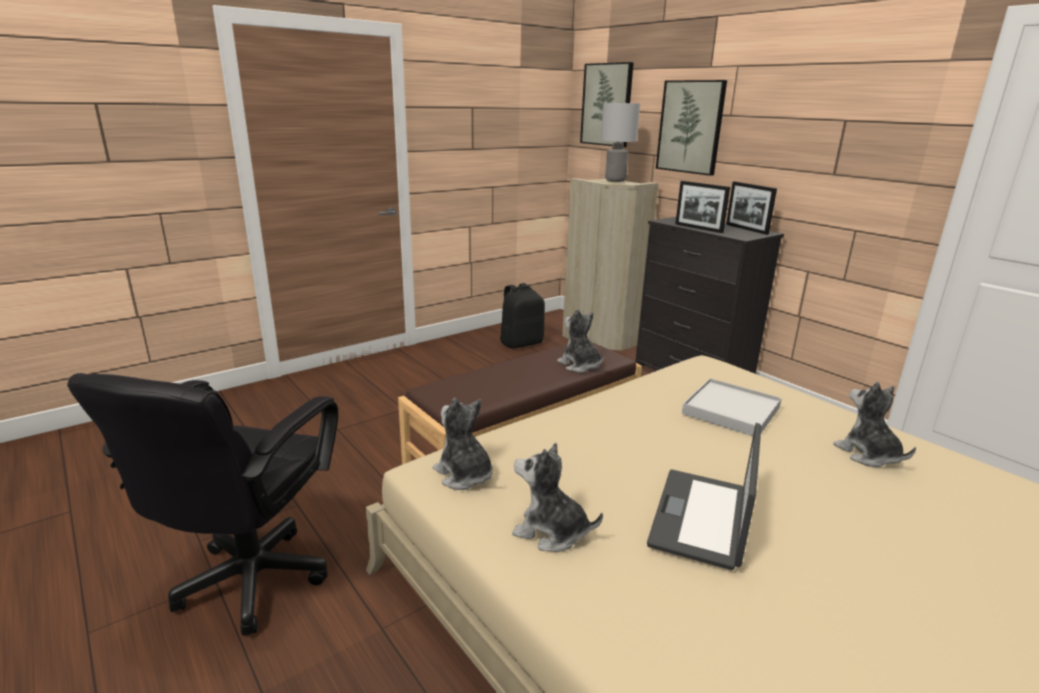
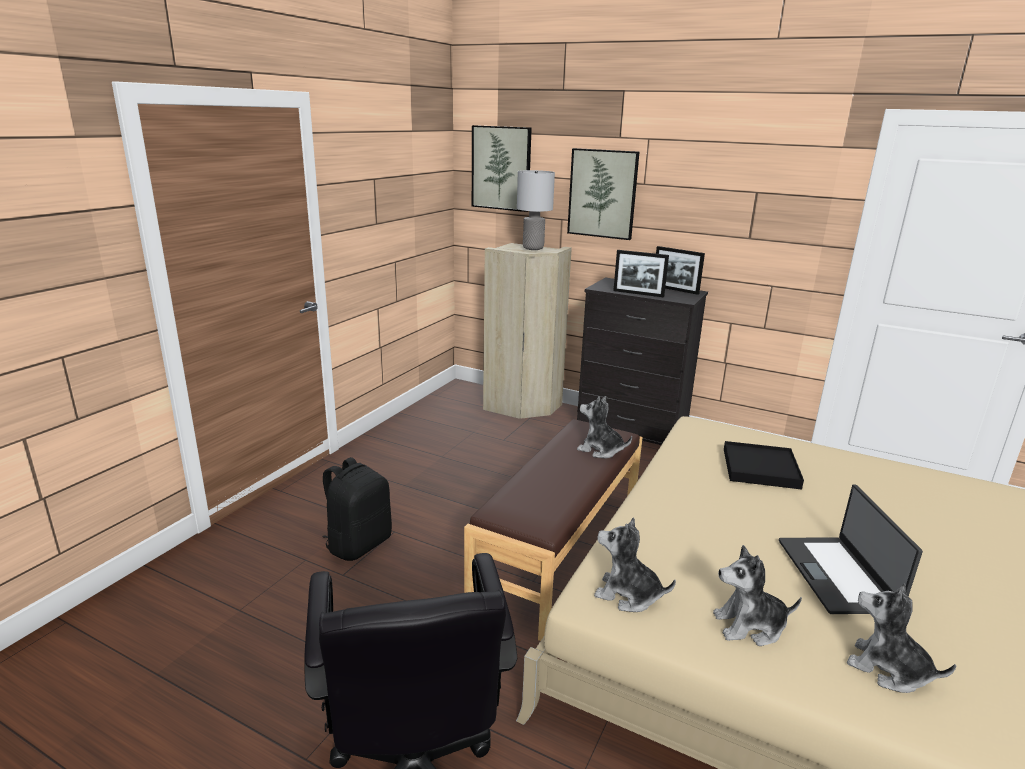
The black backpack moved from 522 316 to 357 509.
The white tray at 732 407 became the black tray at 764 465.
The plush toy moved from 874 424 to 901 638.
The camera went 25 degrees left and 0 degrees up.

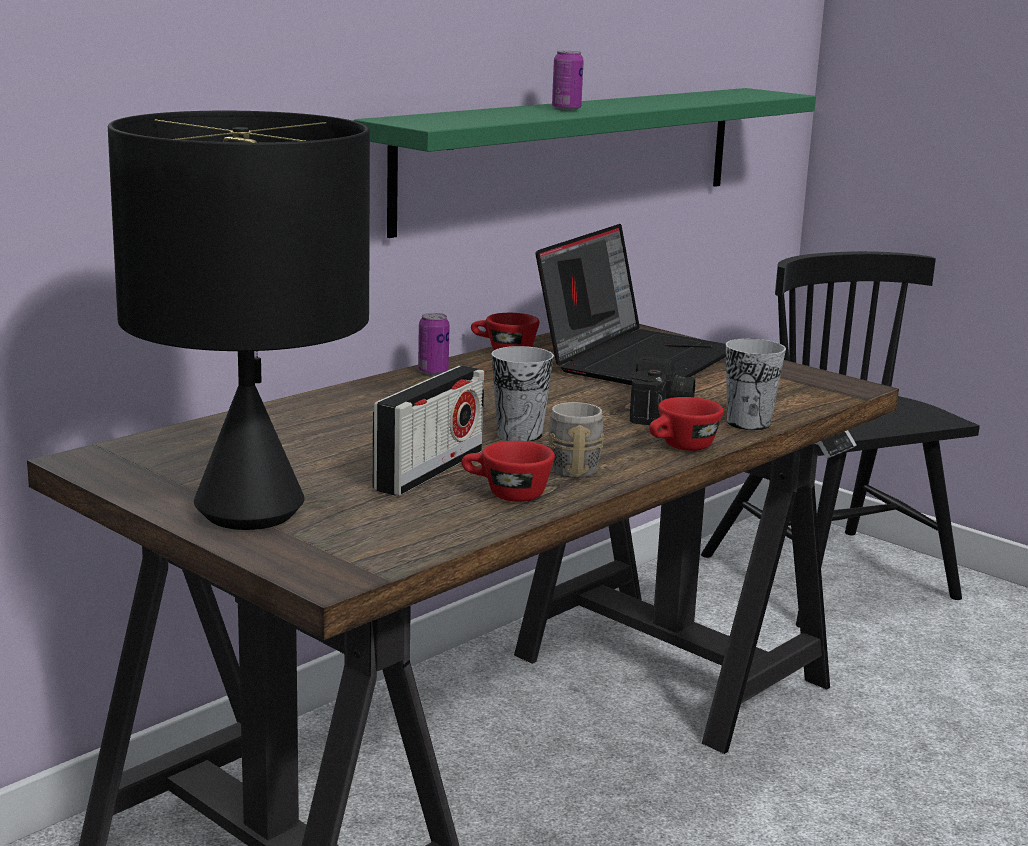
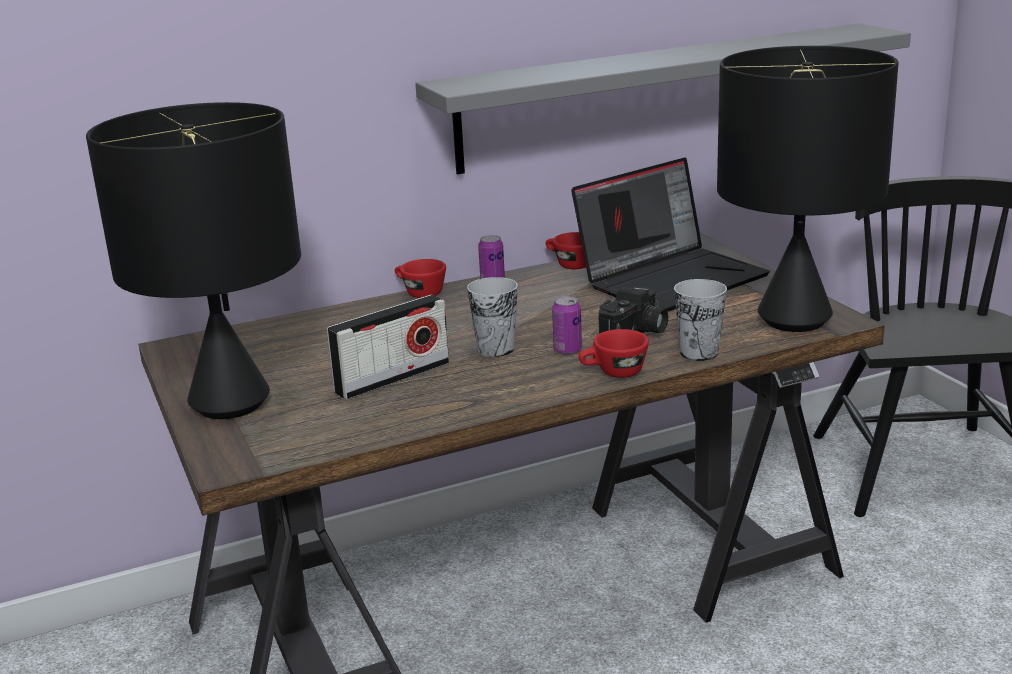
The can moved from 568 80 to 567 325.
The green shelf at 585 163 became the grey shelf at 663 99.
The grey mug at 576 440 disappeared.
The red cup moved from 508 471 to 420 278.
The black table lamp at 808 189 appeared.
The camera went 25 degrees right and 5 degrees up.

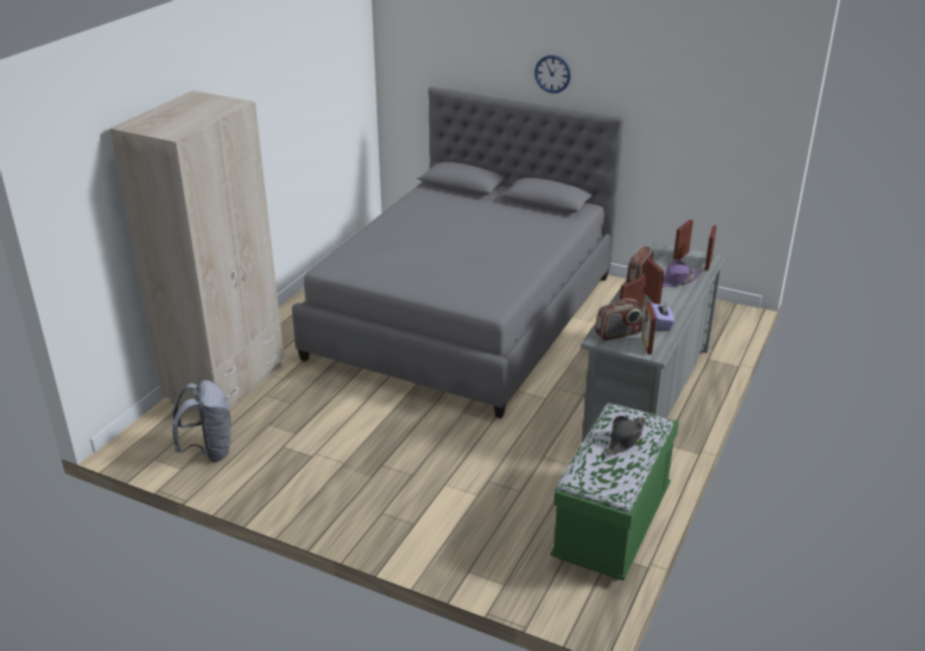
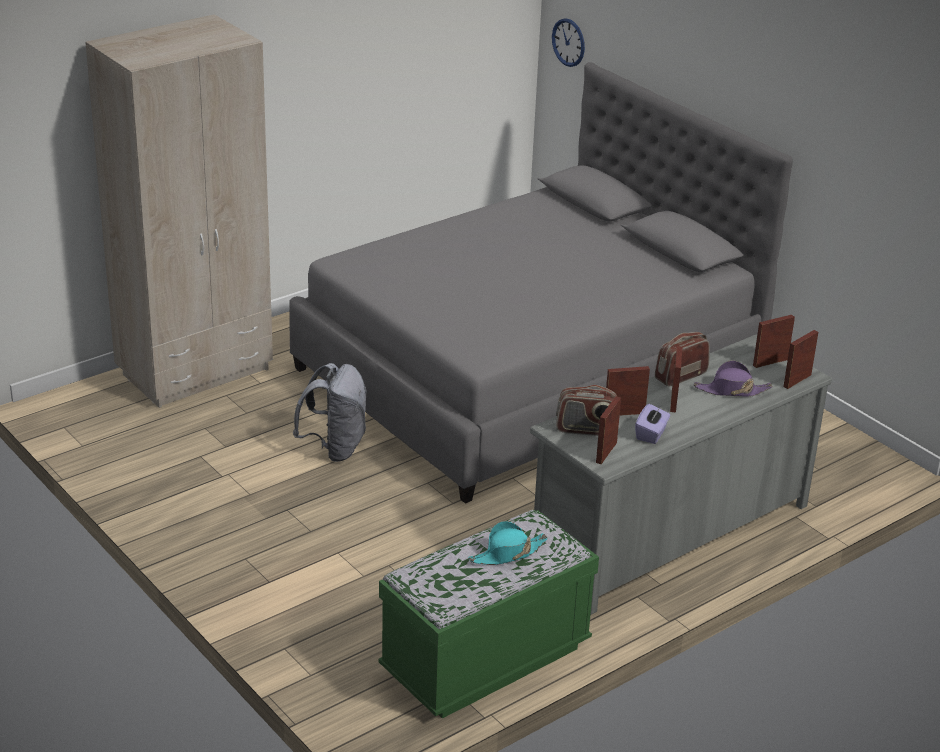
The wall clock moved from 553 74 to 568 42.
The grey backpack moved from 201 421 to 330 412.
The black hat at 626 435 became the turquoise hat at 508 543.
The camera went 25 degrees right and 0 degrees up.

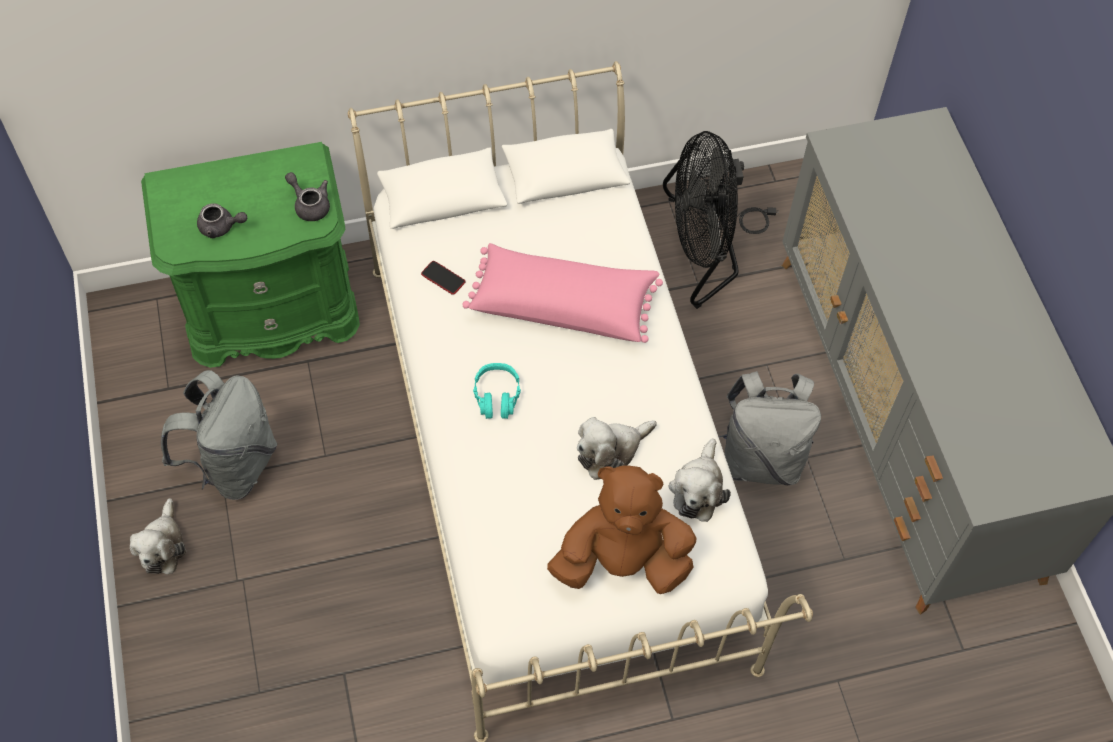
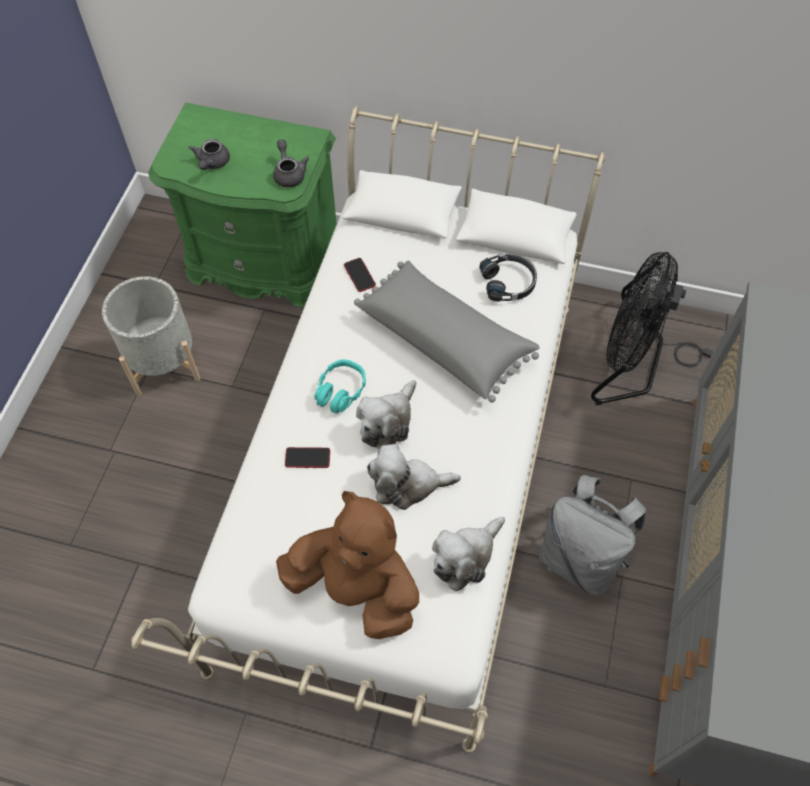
The grey teapot at 222 220 turned 60 degrees clockwise.
The pink pillow at 562 293 became the grey pillow at 447 331.
The grey backpack at 219 435 was replaced by the grey planter at 151 336.
The plush toy moved from 158 536 to 386 415.
The black headphones at 508 278 appeared.
The phone at 307 457 appeared.
The camera went 30 degrees right and 0 degrees up.

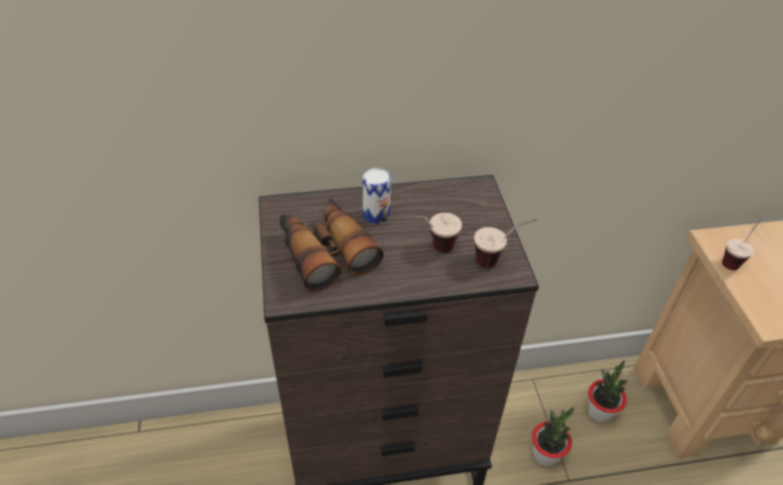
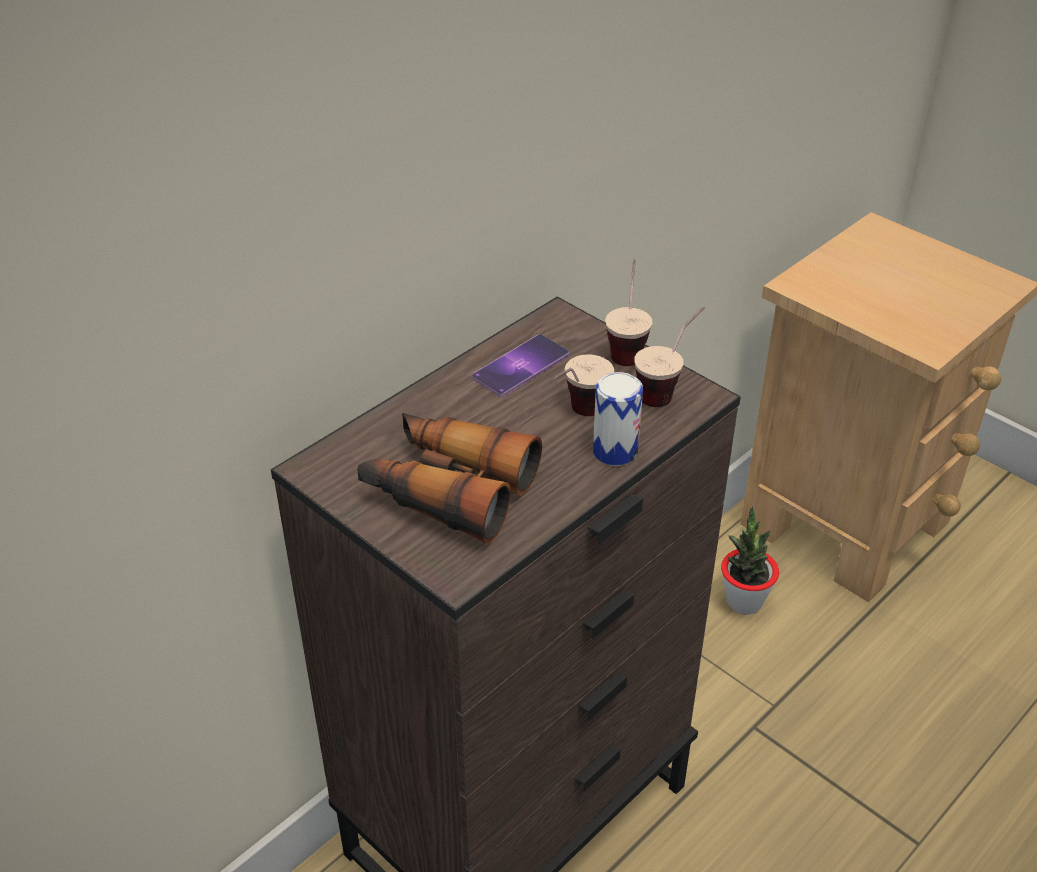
The can moved from 377 196 to 618 419.
The cup moved from 742 244 to 628 312.
The potted plant at 553 436 disappeared.
The phone at 521 365 appeared.
The camera went 35 degrees left and 5 degrees down.

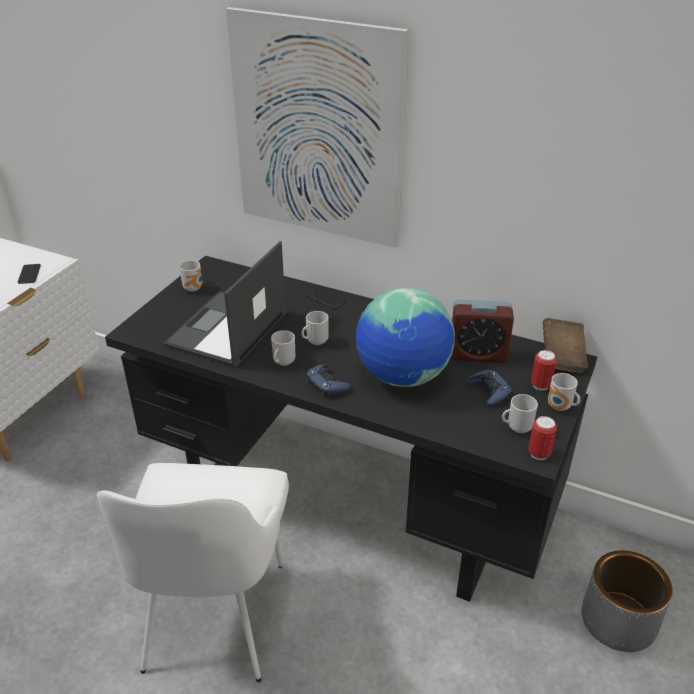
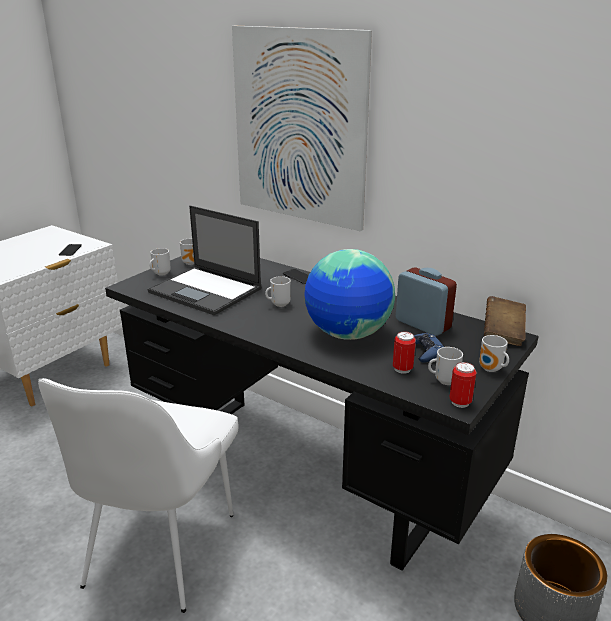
The laptop at 225 304 turned 90 degrees counterclockwise.
The alarm clock at 482 331 turned 150 degrees counterclockwise.
The mug moved from 283 348 to 160 262.
The can moved from 544 370 to 404 352.
The blue game controller at 328 381 disappeared.
The camera went 10 degrees right and 10 degrees down.

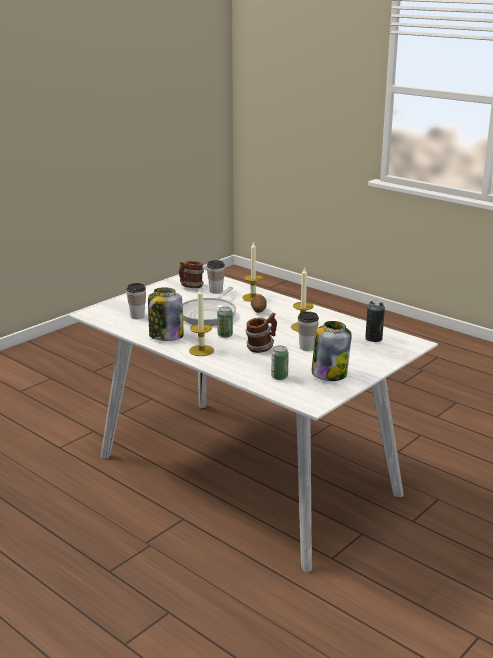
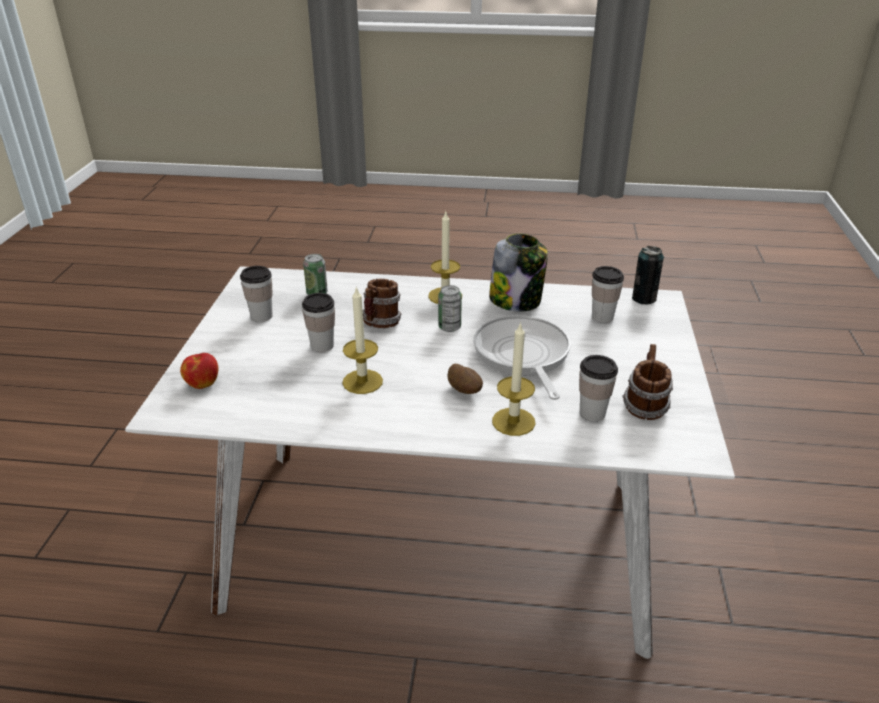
The can moved from 375 321 to 648 275.
The jar at 331 351 was replaced by the cup at 256 294.
The apple at 199 371 appeared.
The camera went 145 degrees right and 10 degrees up.

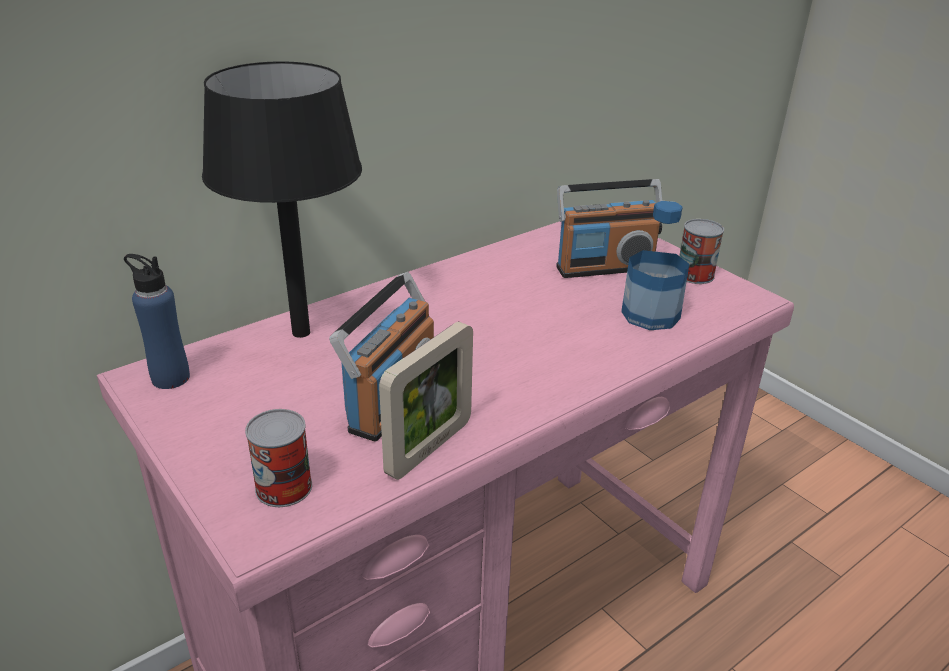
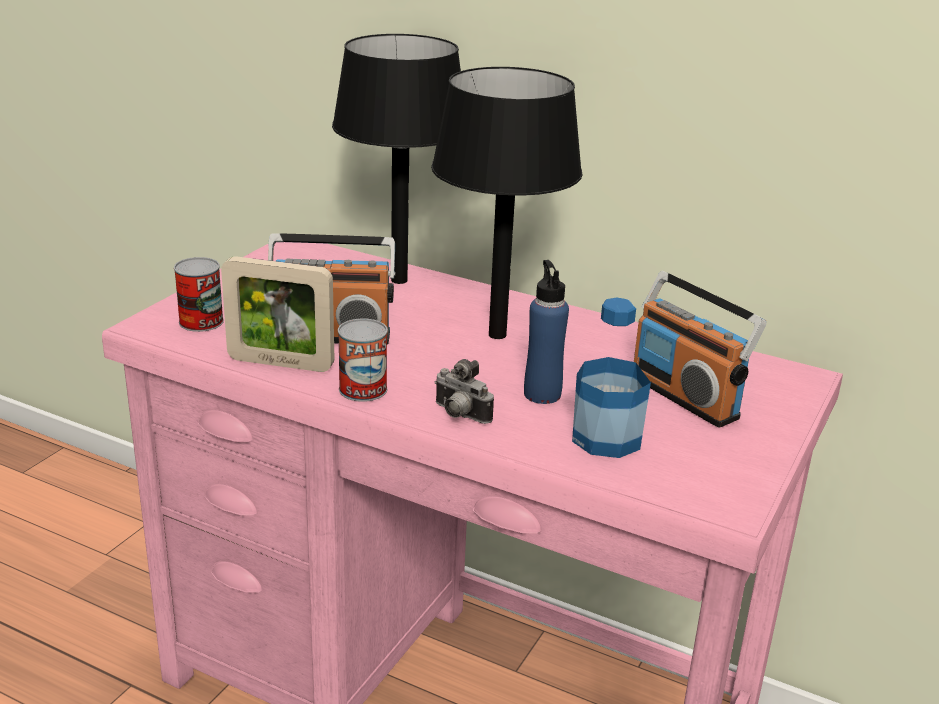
The can moved from 701 251 to 363 360.
The blue bottle moved from 157 321 to 546 332.
The black table lamp at 507 203 appeared.
The photo camera at 464 391 appeared.
The camera went 65 degrees right and 5 degrees down.

